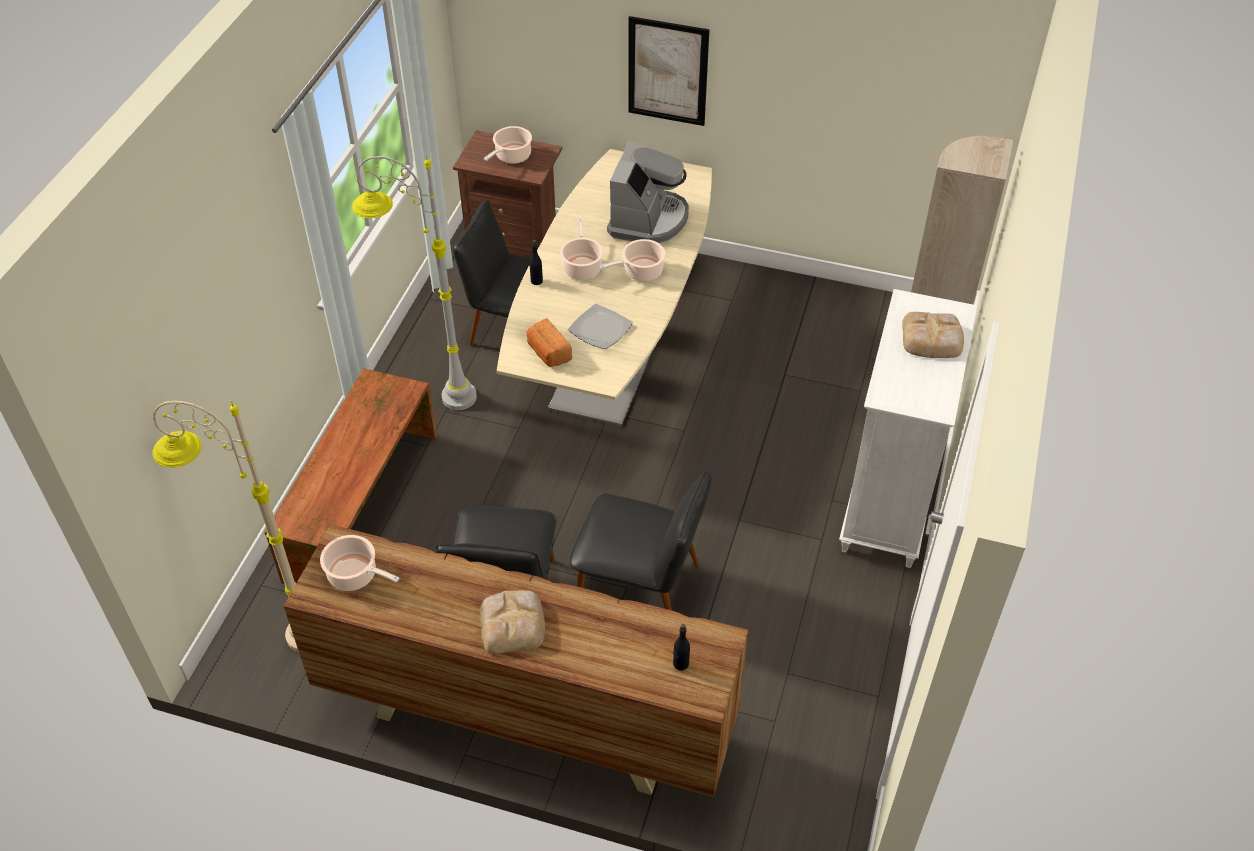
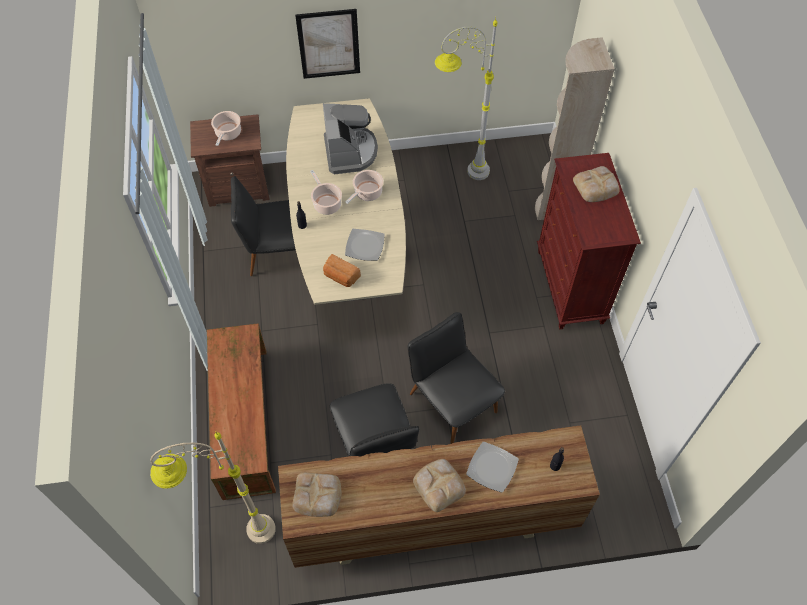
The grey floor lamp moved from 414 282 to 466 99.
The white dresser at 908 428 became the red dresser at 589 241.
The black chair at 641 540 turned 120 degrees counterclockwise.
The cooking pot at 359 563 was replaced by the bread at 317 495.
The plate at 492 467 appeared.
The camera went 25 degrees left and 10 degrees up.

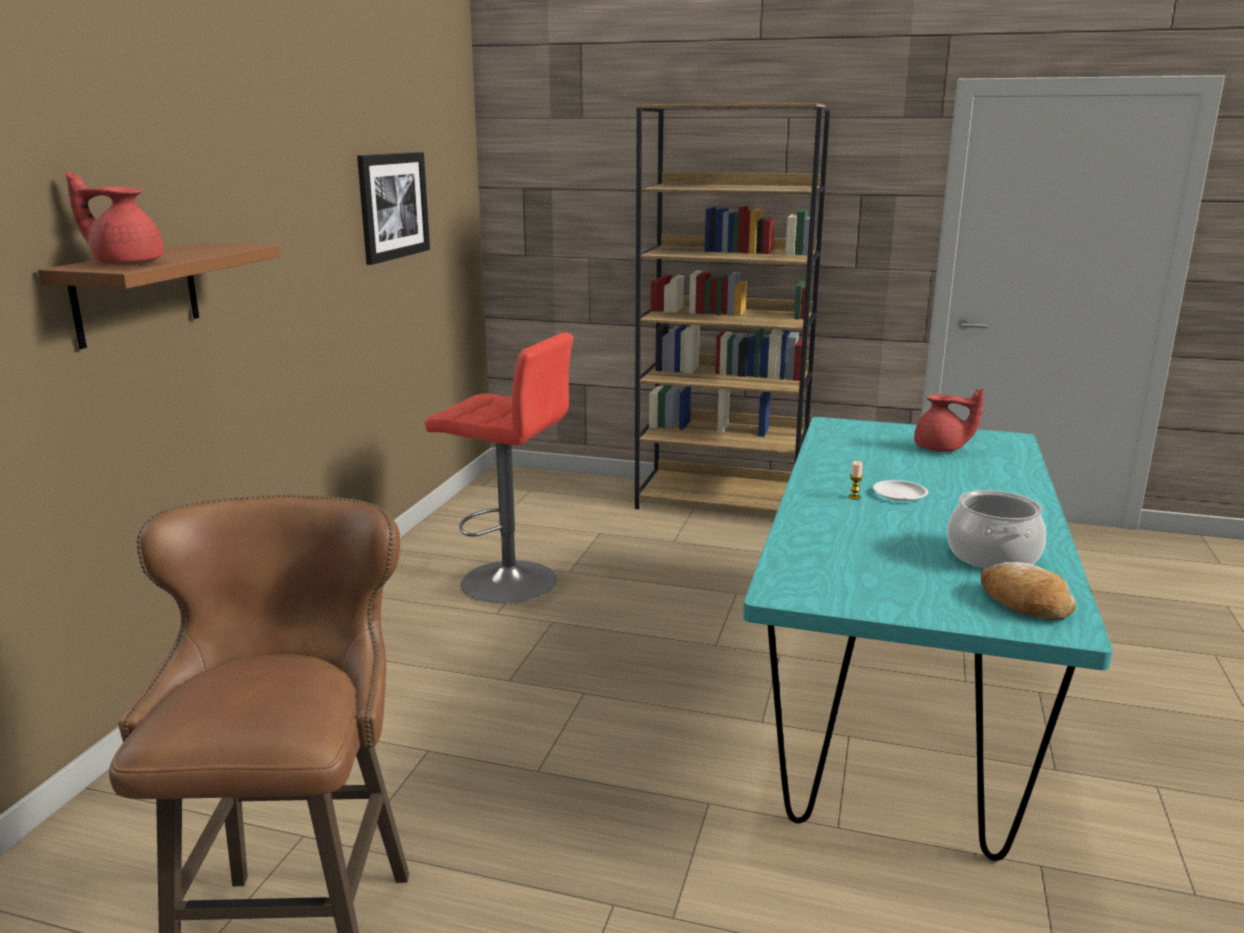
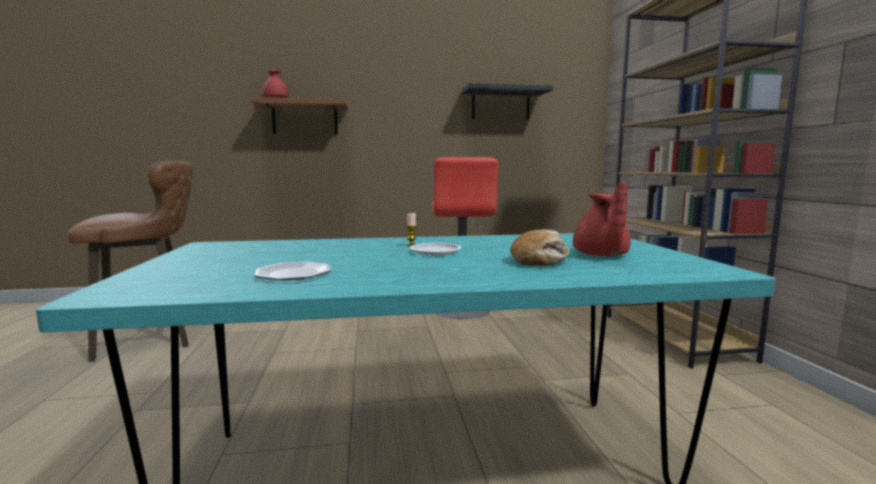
The picture at 393 208 was replaced by the black shelf at 507 101.
The cooking pot at 996 529 was replaced by the plate at 292 270.
The bread moved from 1028 591 to 540 248.
The camera went 65 degrees right and 10 degrees down.

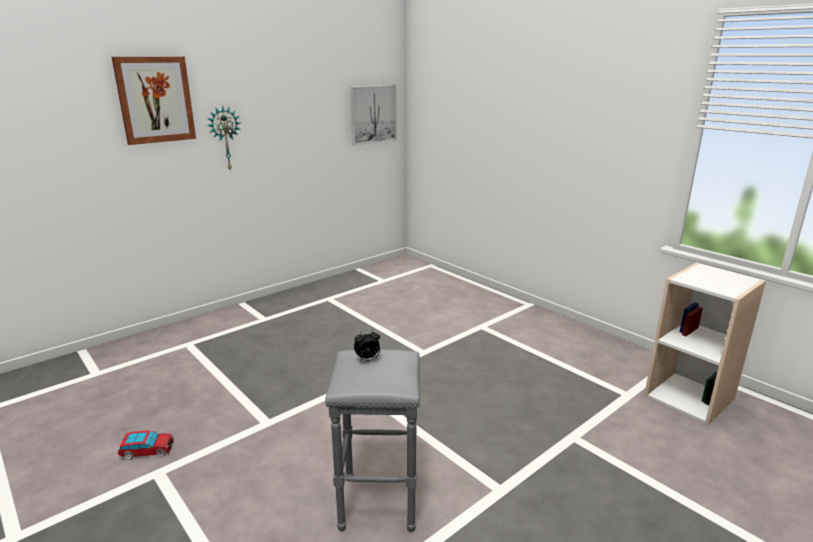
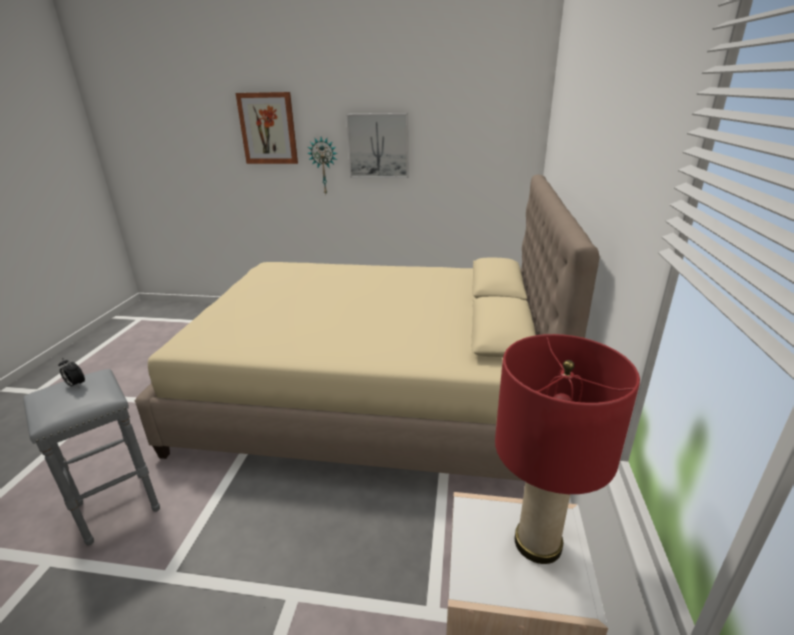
The picture moved from 373 115 to 377 145.
The toy car at 146 444 disappeared.
The beige bed at 367 327 appeared.
The red table lamp at 567 449 appeared.
The camera went 50 degrees right and 5 degrees up.

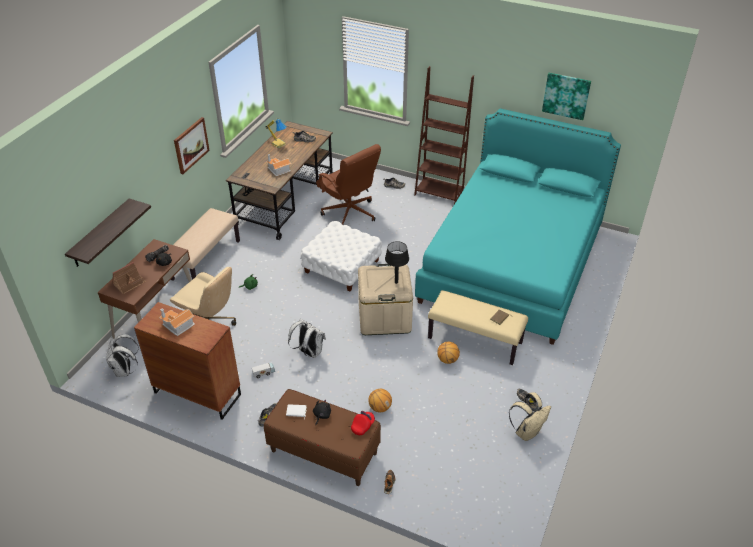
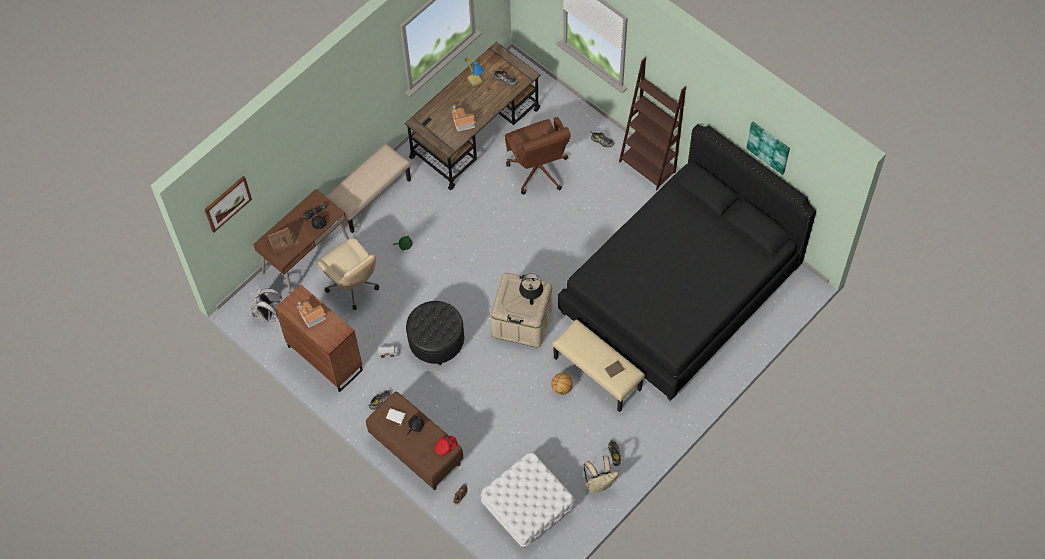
The turquoise bed at 518 226 became the black bed at 687 262.
The picture moved from 192 145 to 228 204.
The shelf at 108 232 disappeared.
The white ottoman moved from 341 256 to 528 500.
The white backpack at 307 338 was replaced by the black ottoman at 435 333.
The basketball at 380 401 disappeared.
The camera went 20 degrees right and 20 degrees up.

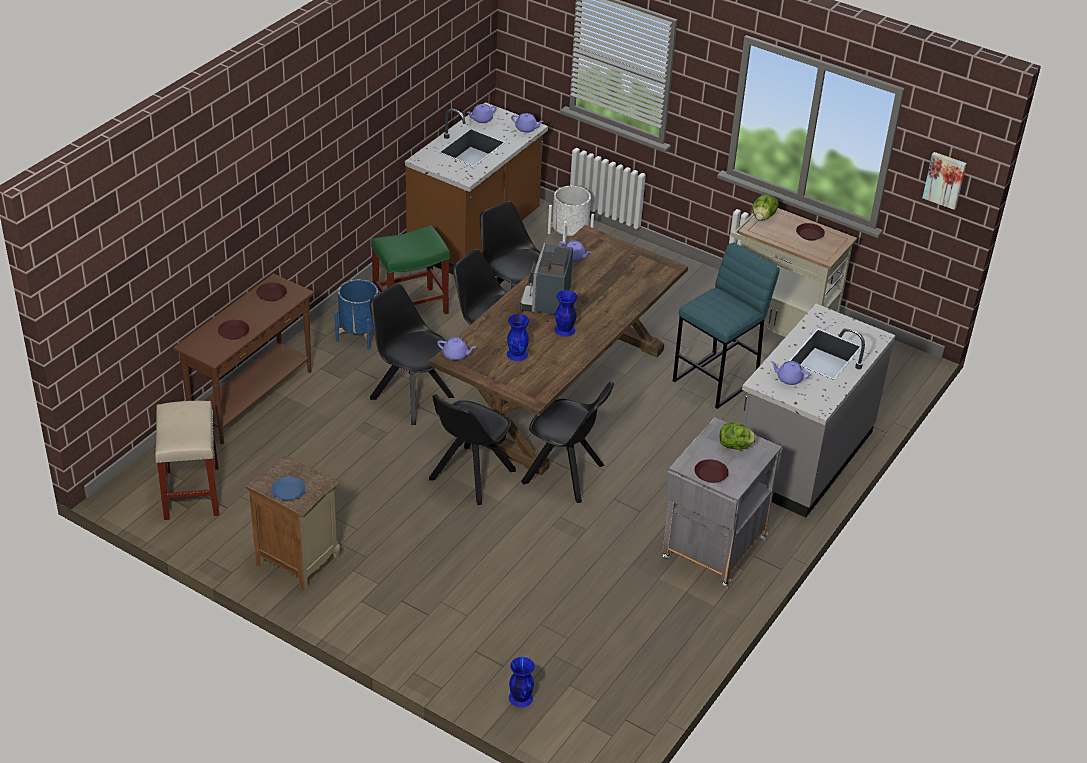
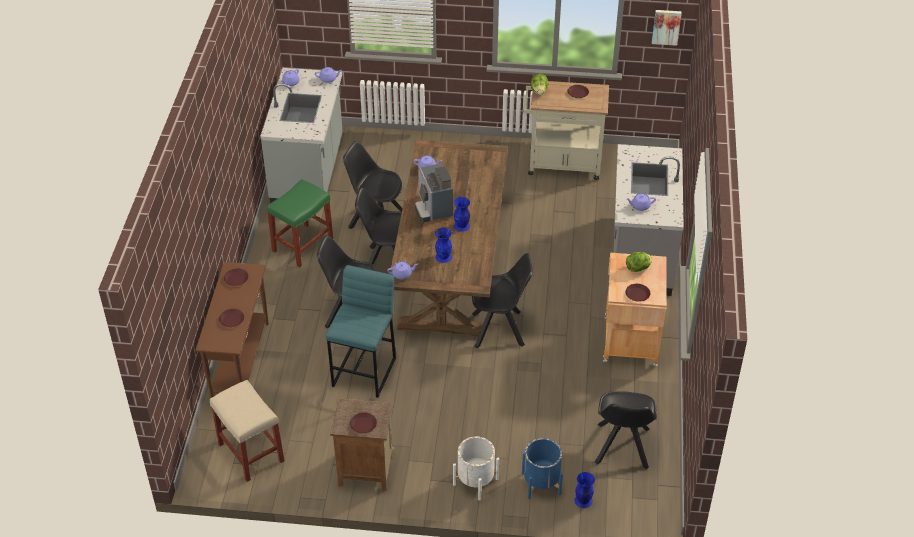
The brown counter at 476 188 became the grey counter at 301 135.
The white planter moved from 571 215 to 476 468.
The turquoise stool moved from 726 325 to 361 331.
The blue planter moved from 356 314 to 542 468.
The black chair moved from 472 449 to 626 430.
The grey cart at 722 502 became the brown cart at 635 309.
The blue plate at 288 488 became the brown plate at 363 423.
The camera went 25 degrees left and 5 degrees up.

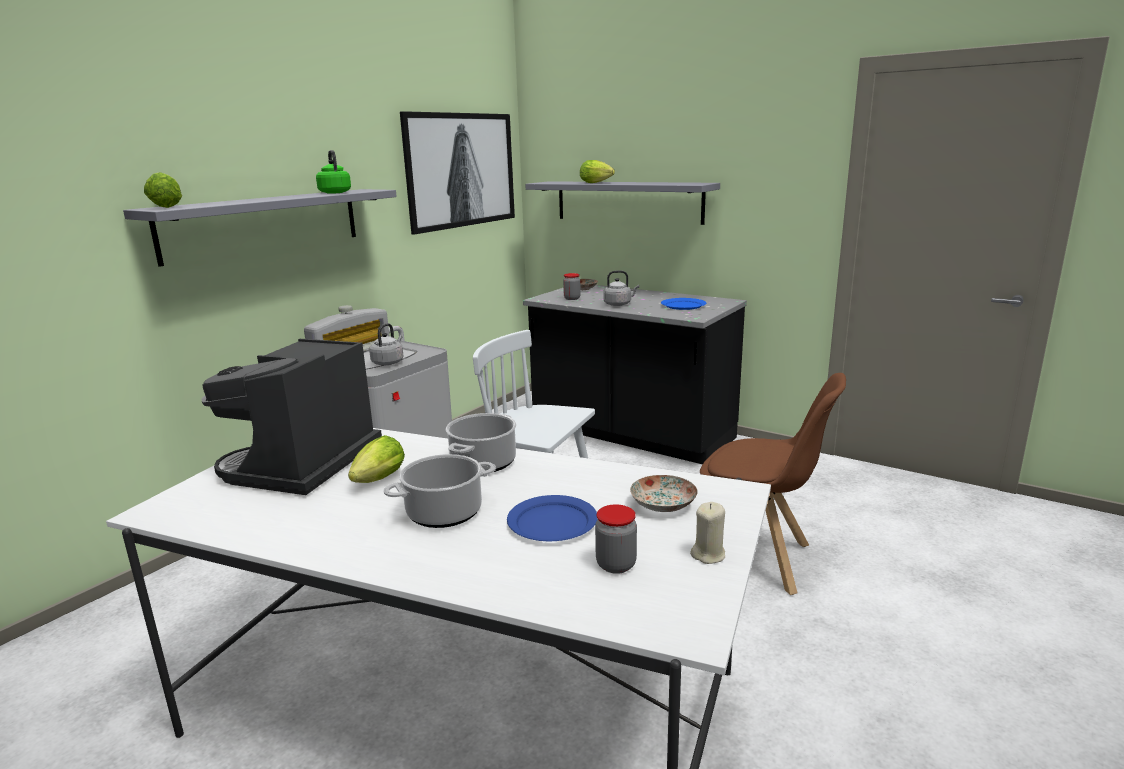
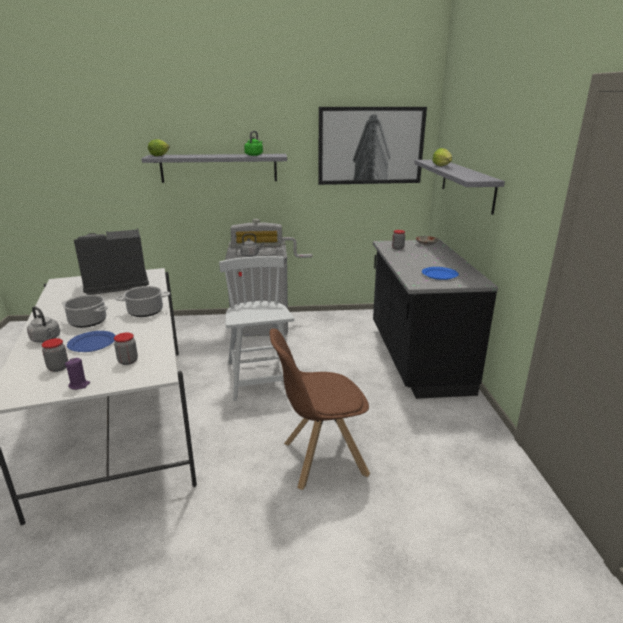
The grey kettle moved from 621 288 to 43 324.
The brown chair at 773 484 turned 90 degrees clockwise.
The lettuce at 376 459 disappeared.
The plate at 664 493 was replaced by the jar at 126 348.
The beige candle at 707 533 became the purple candle at 77 374.
The camera went 50 degrees right and 5 degrees up.

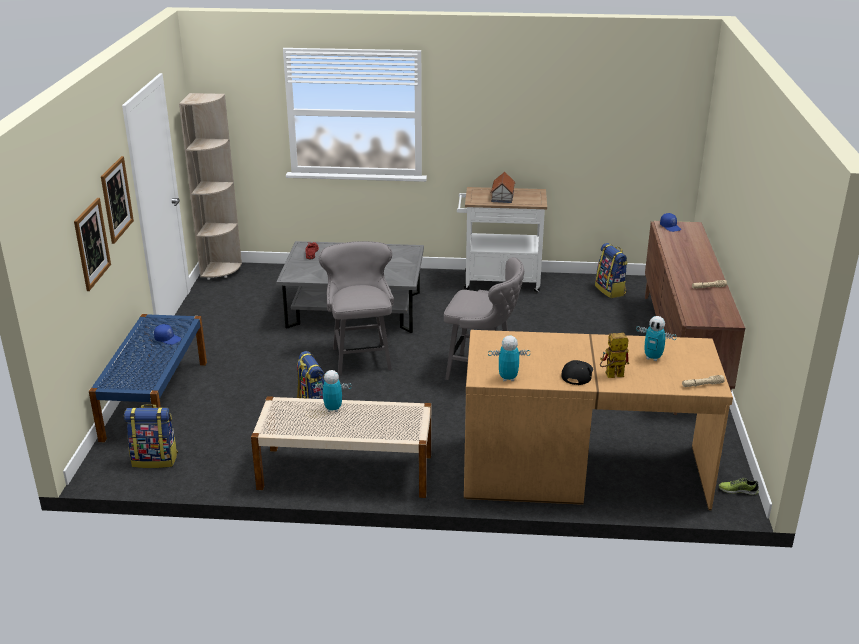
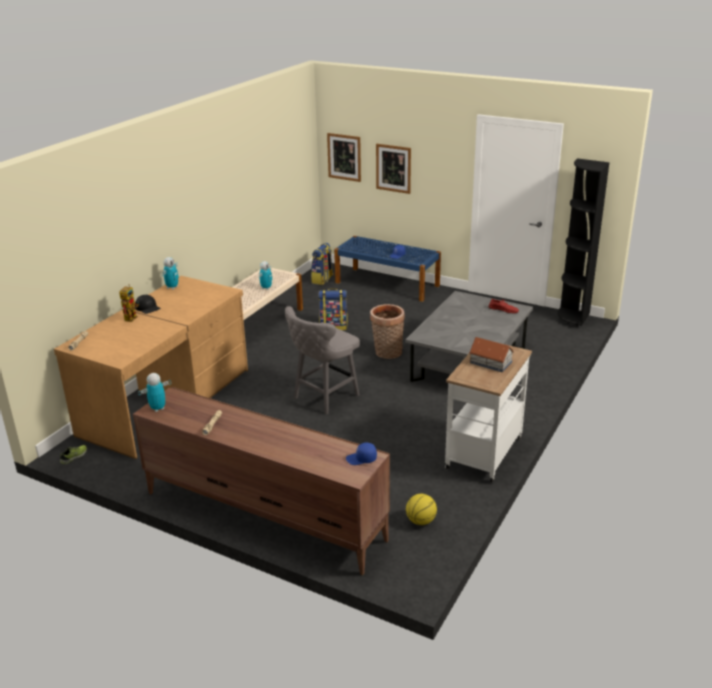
The beige bookcase at 210 186 became the black bookcase at 584 242.
The picture moved from 117 200 to 344 157.
The grey stool at 356 308 was replaced by the basket at 387 331.
The backpack at 611 270 was replaced by the basketball at 421 509.
The toy robot moved from 656 338 to 154 392.
The camera went 115 degrees right and 0 degrees up.

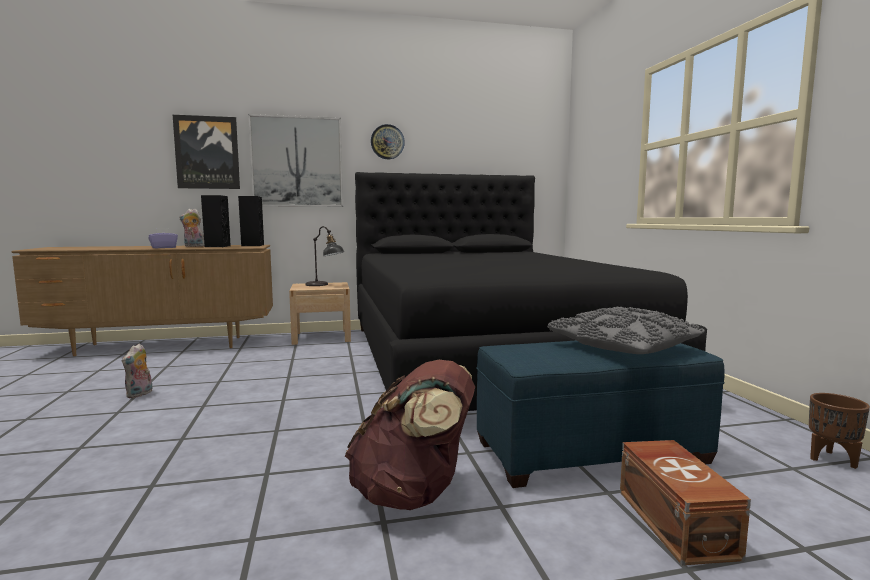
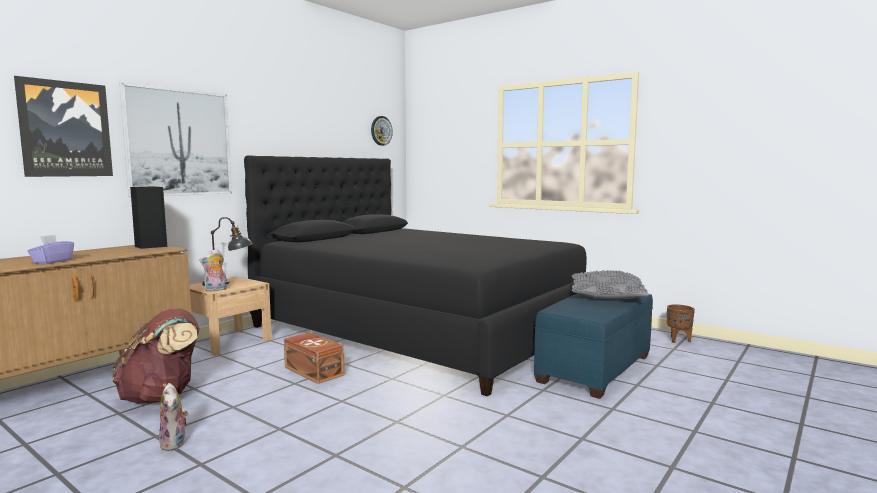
The wall clock moved from 388 141 to 382 131.
The black speaker at 216 221 disappeared.
The plush toy moved from 192 228 to 213 270.
The brown backpack moved from 410 435 to 156 356.
The brown storage box moved from 685 502 to 314 358.
The camera went 40 degrees left and 0 degrees up.

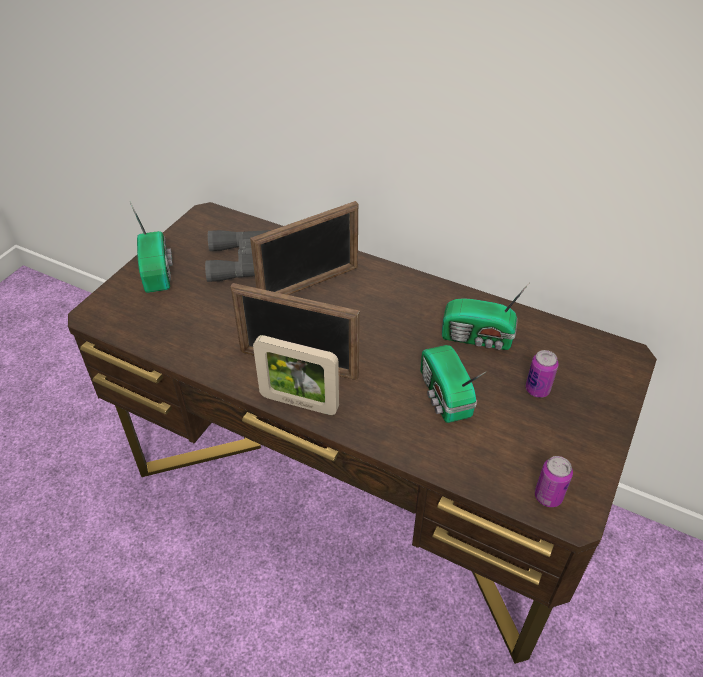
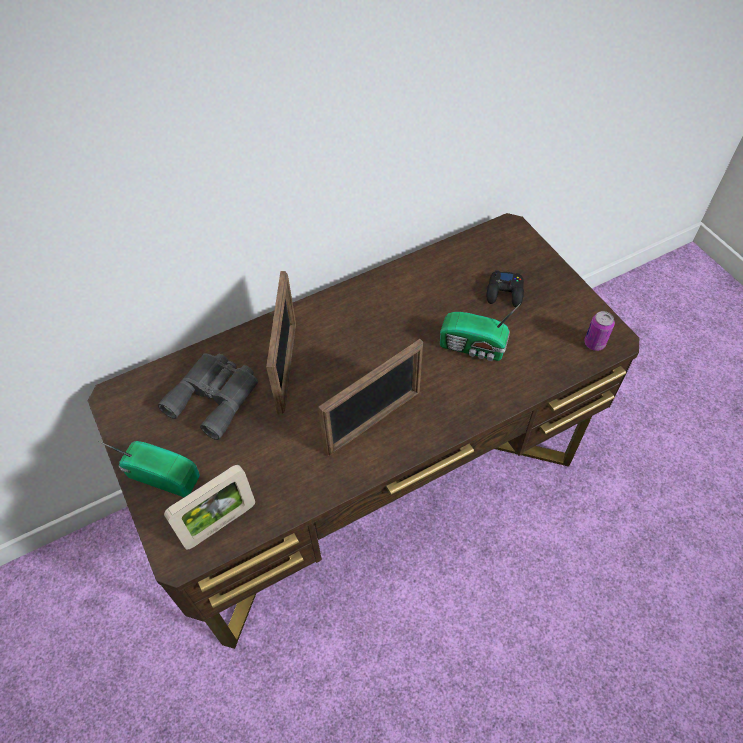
The radio at 486 316 disappeared.
The picture frame moved from 296 375 to 209 507.
The can at 542 374 was replaced by the black game controller at 505 288.
The camera went 55 degrees left and 10 degrees up.

